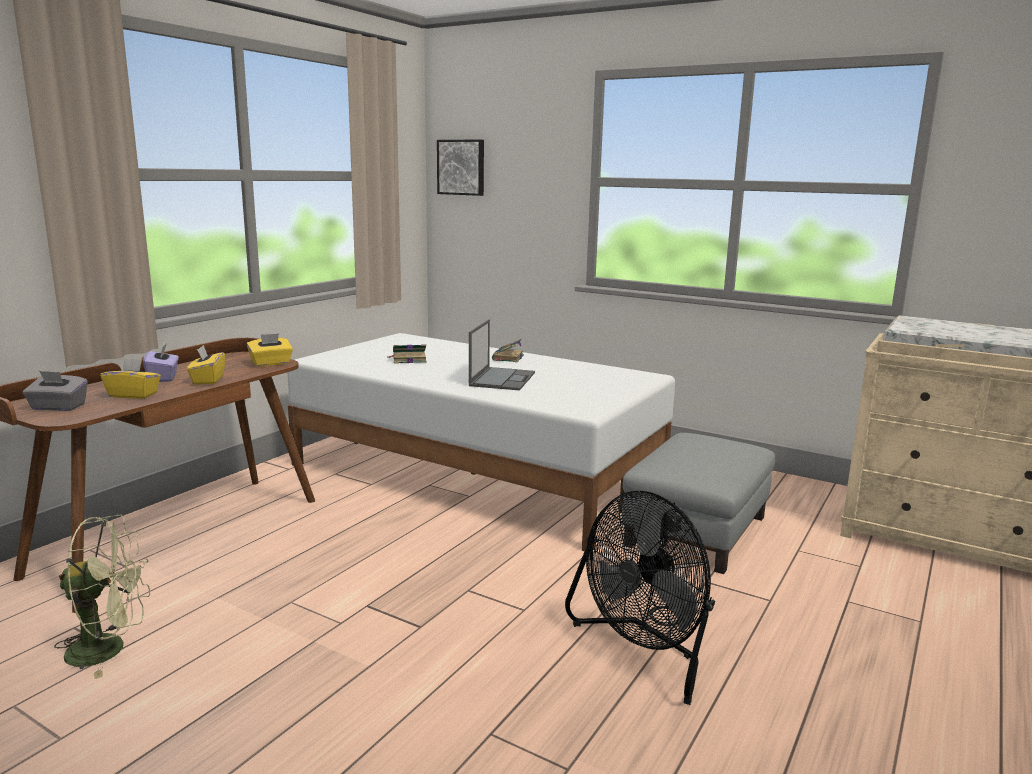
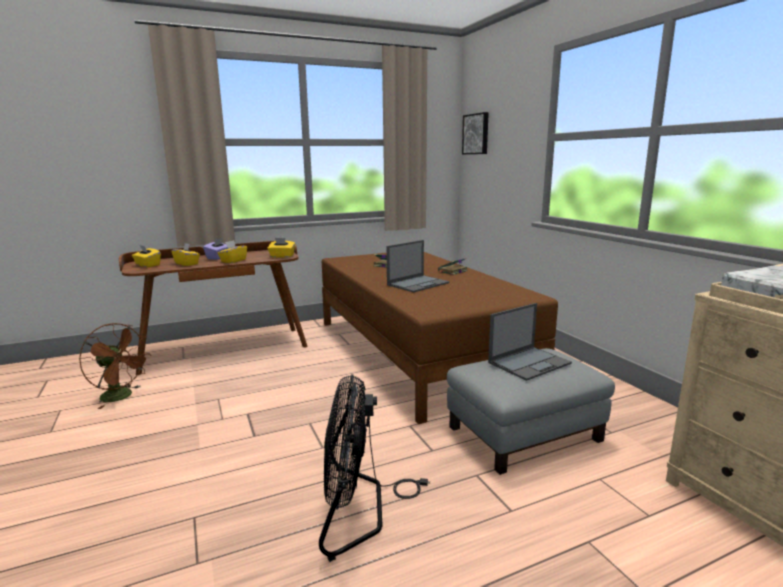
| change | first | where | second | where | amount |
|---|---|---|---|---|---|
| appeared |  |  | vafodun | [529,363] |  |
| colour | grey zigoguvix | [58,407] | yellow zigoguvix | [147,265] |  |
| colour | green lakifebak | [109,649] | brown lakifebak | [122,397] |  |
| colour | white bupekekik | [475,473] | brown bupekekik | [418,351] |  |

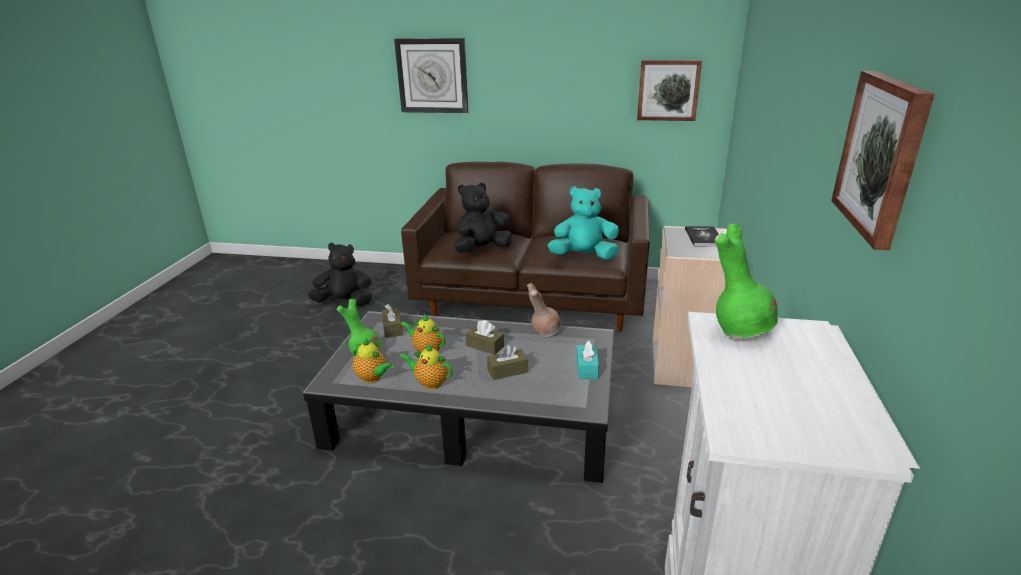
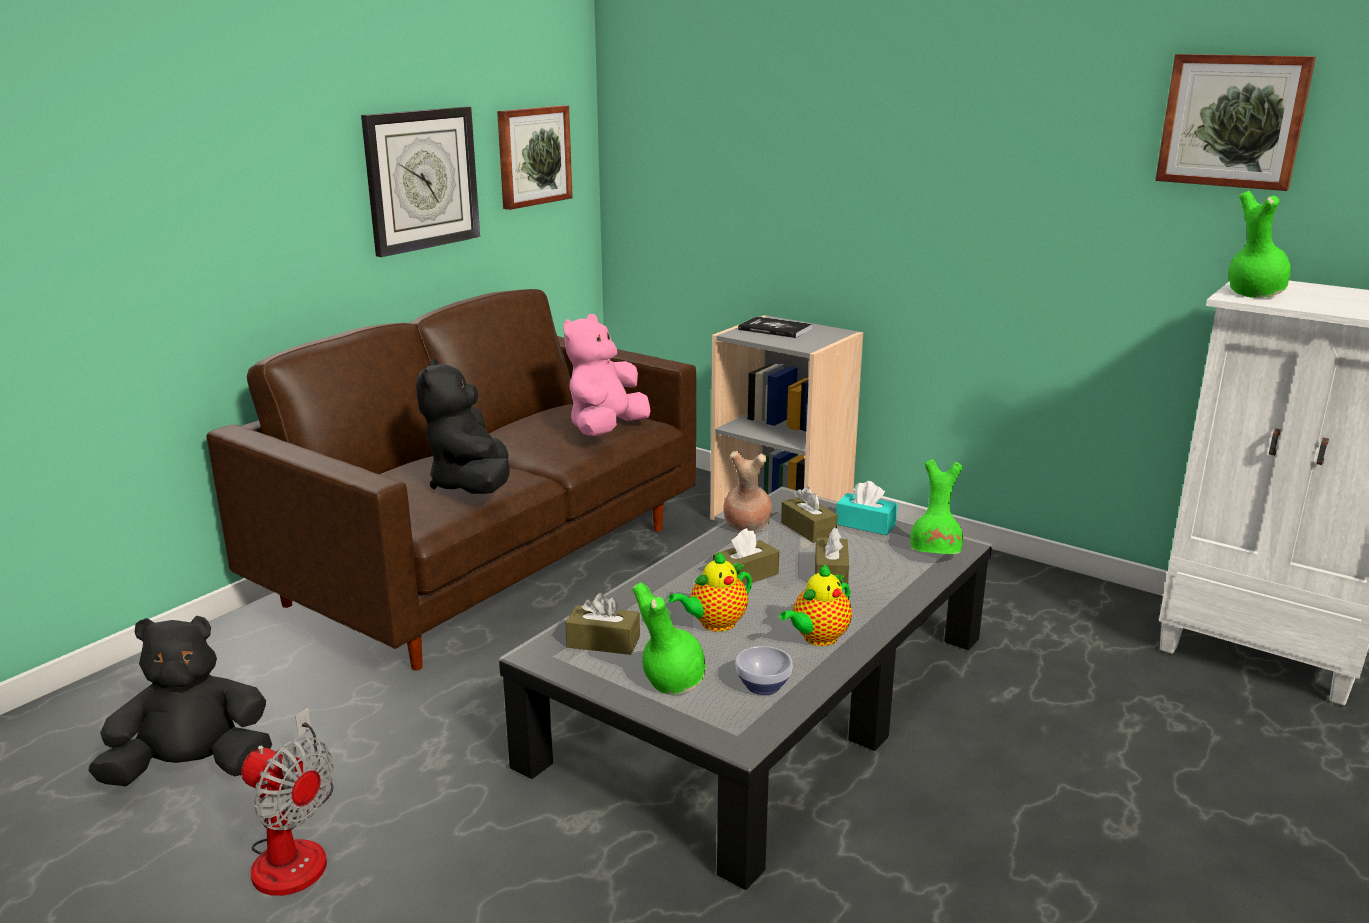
| change | first | where | second | where | amount |
|---|---|---|---|---|---|
| appeared |  |  | lakifebak | [294,849] |  |
| appeared |  |  | brown zigoguvix | [808,529] |  |
| appeared |  |  | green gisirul | [935,555] |  |
| relocated | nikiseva | [432,76] |  | [421,179] |  |
| exchanged | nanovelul | [373,378] | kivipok | [762,687] |  |
| colour | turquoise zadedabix | [583,256] | pink zadedabix | [606,430] |  |
| spun | black zadedabix | [345,302] |  | [193,769] | 45 degrees clockwise |

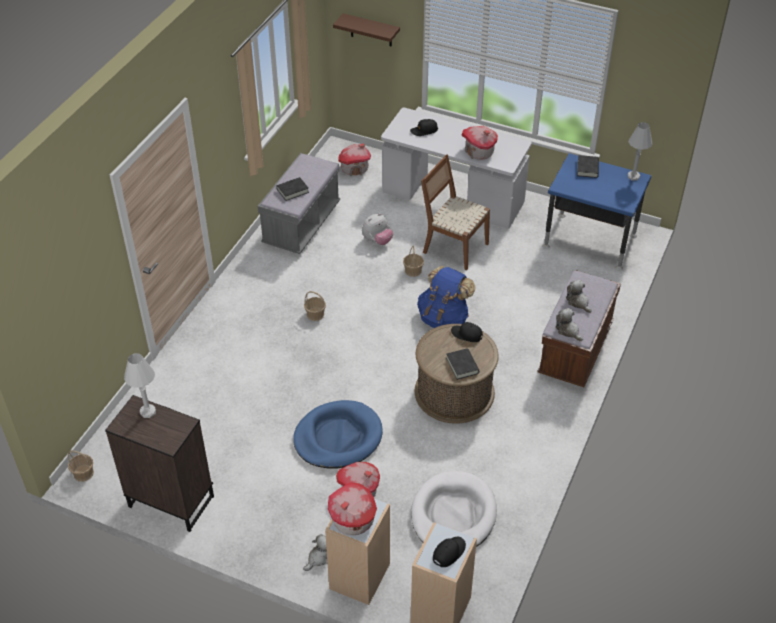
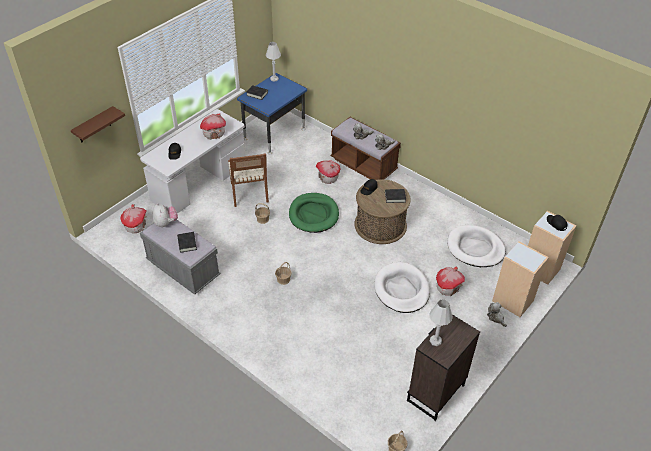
| change | first | where | second | where | amount |
|---|---|---|---|---|---|
| relocated | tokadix | [353,520] |  | [328,178] |  |
| relocated | zadedabix | [377,240] |  | [166,223] |  |
| exchanged | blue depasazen | [444,317] | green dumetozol | [313,214] |  |
| colour | blue dumetozol | [338,437] | white dumetozol | [401,289] |  |
| spun | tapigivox | [453,247] |  | [249,194] | 60 degrees counterclockwise |

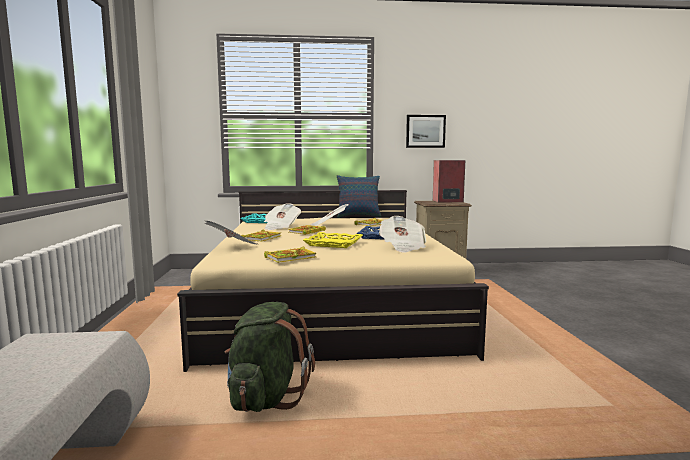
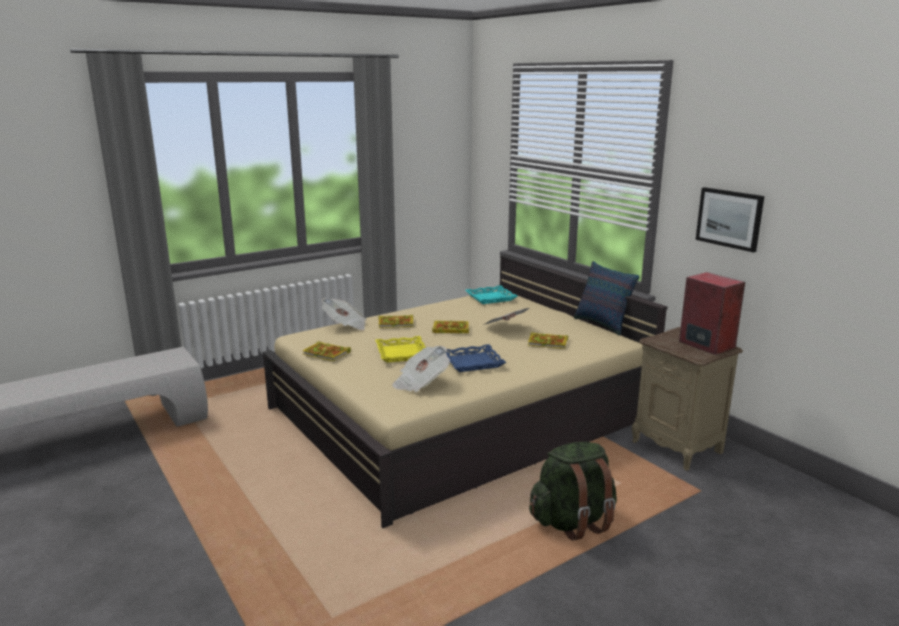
| change | first | where | second | where | amount |
|---|---|---|---|---|---|
| missing | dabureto | [281,227] |  |  |  |
| relocated | green depasazen | [266,397] |  | [572,521] |  |

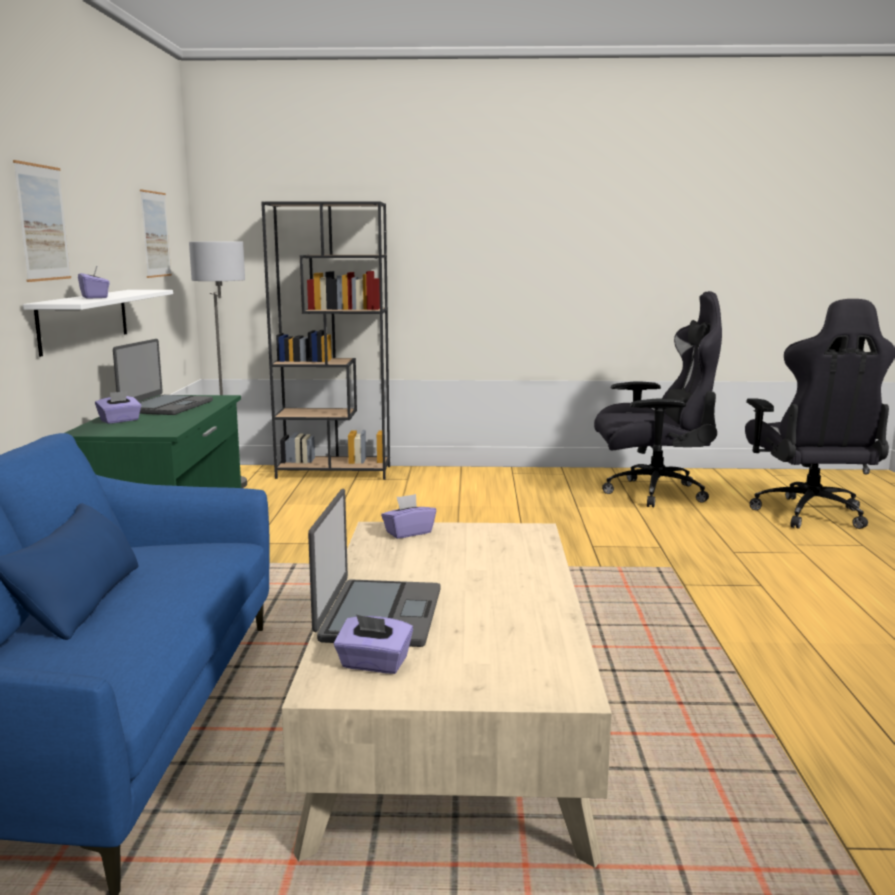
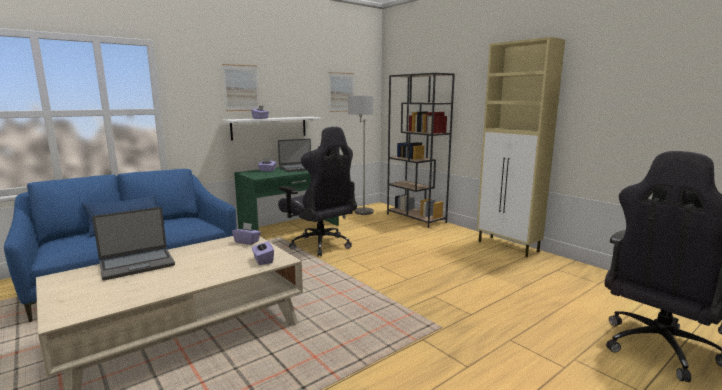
| change | first | where | second | where | amount |
|---|---|---|---|---|---|
| appeared |  |  | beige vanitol | [508,247] |  |
| relocated | purple zigoguvix | [374,664] |  | [263,260] |  |
| relocated | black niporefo | [648,493] |  | [318,244] |  |

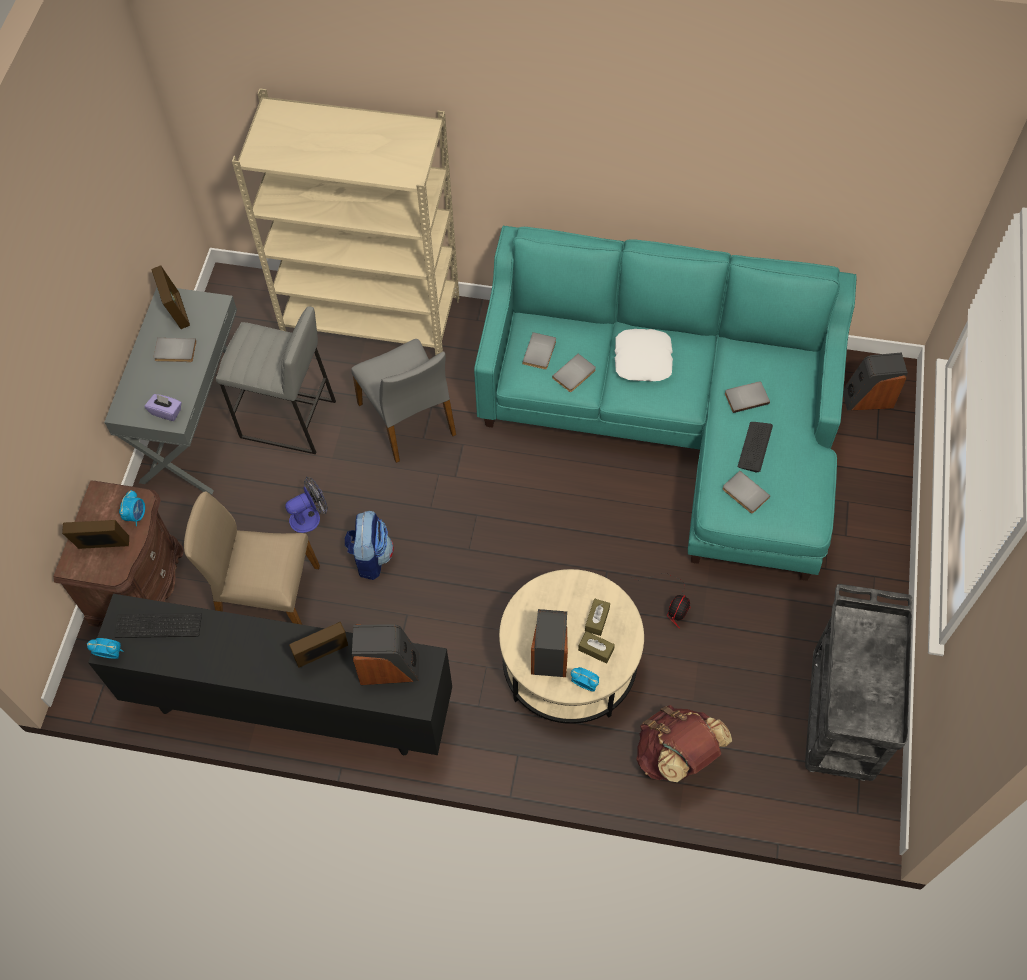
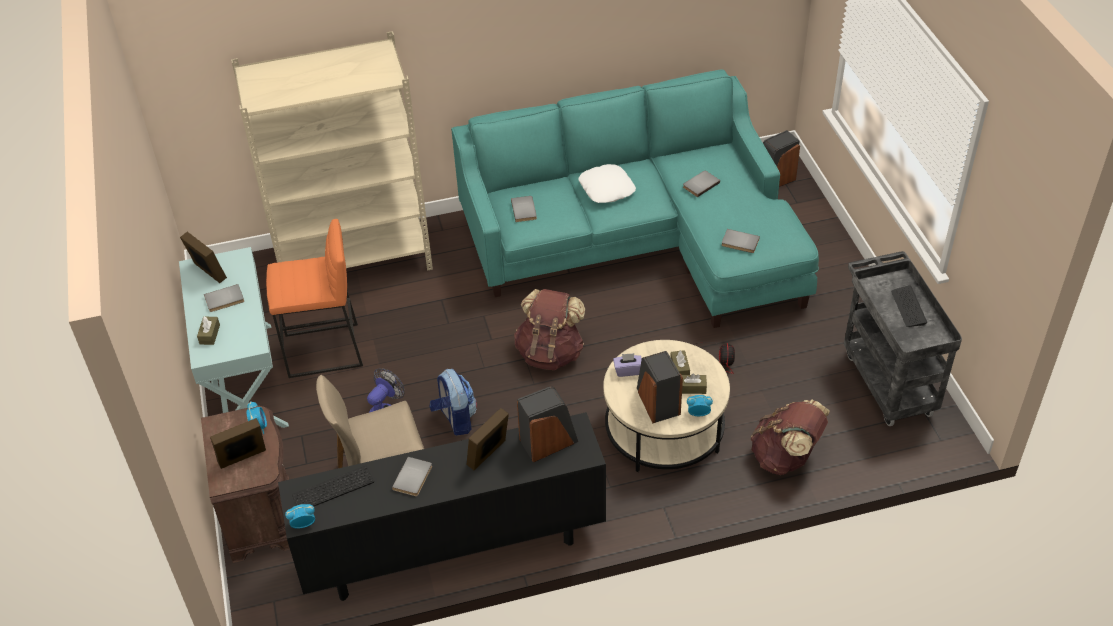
| change | first | where | second | where | amount |
|---|---|---|---|---|---|
| missing | grey tapigivox | [408,419] |  |  |  |
| appeared |  |  | brown zigoguvix | [209,334] |  |
| appeared |  |  | brown depasazen | [550,353] |  |
| relocated | purple zigoguvix | [166,412] |  | [628,370] |  |
| relocated | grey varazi | [575,375] |  | [414,478] |  |
| relocated | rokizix | [754,447] |  | [908,307] |  |
| colour | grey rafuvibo | [197,423] | turquoise rafuvibo | [243,381] |  |
| colour | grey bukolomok | [287,420] | orange bukolomok | [323,351] |  |

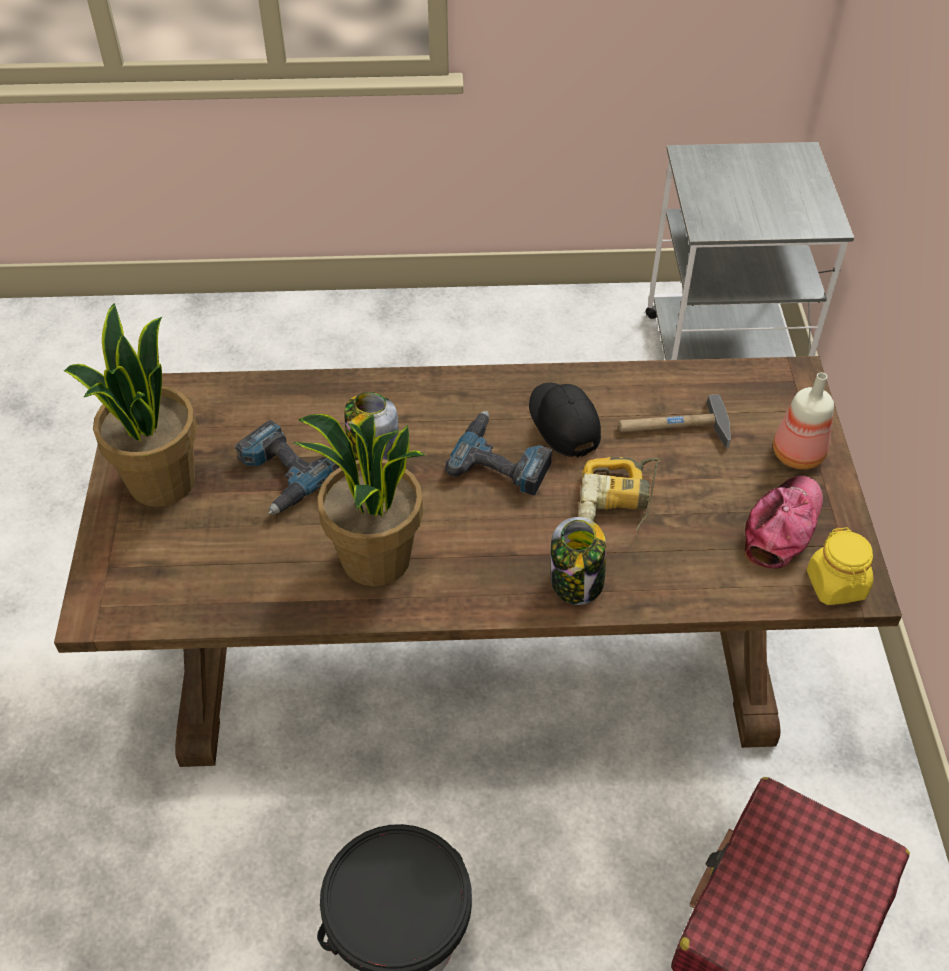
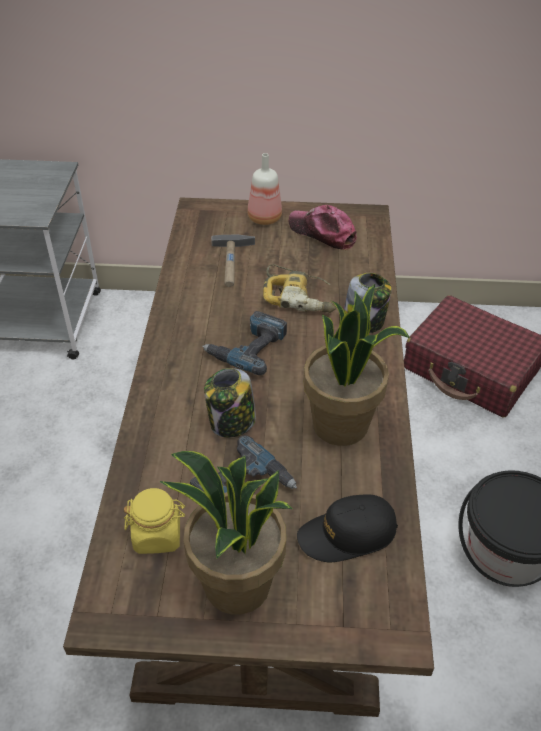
| change | first | where | second | where | amount |
|---|---|---|---|---|---|
| relocated | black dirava | [563,423] |  | [347,534] |  |
| relocated | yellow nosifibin | [836,585] |  | [157,535] |  |

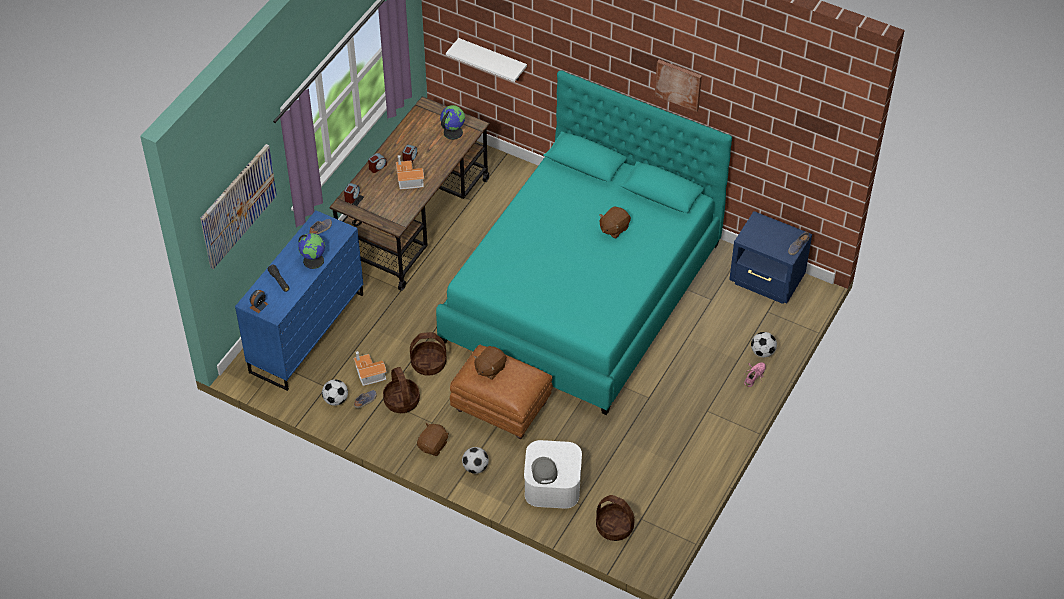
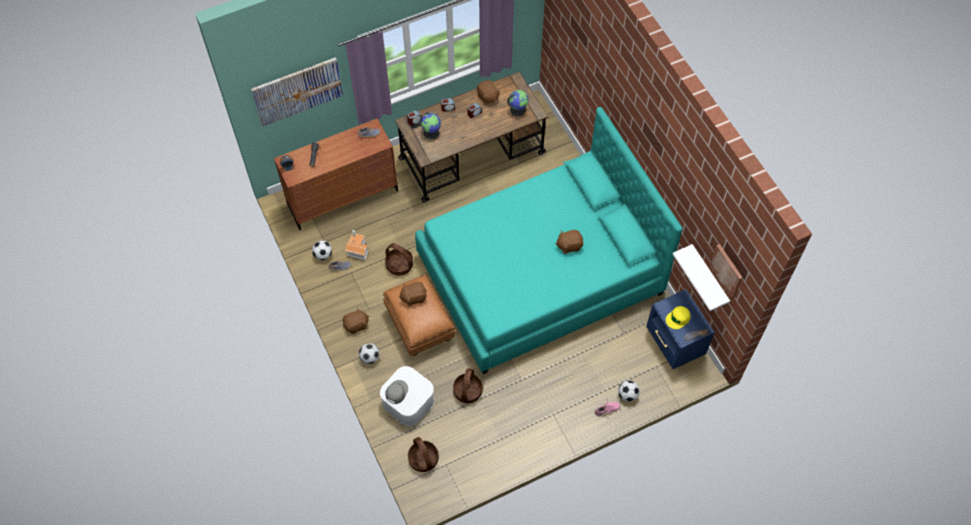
| change | first | where | second | where | amount |
|---|---|---|---|---|---|
| missing | tokadix | [408,179] |  |  |  |
| appeared |  |  | brown zadedabix | [487,97] |  |
| appeared |  |  | yellow dirava | [678,318] |  |
| relocated | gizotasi | [313,260] |  | [431,132] |  |
| relocated | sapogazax | [401,401] |  | [467,391] |  |
| relocated | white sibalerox | [492,60] |  | [709,277] |  |
| relocated | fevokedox | [678,84] |  | [727,271] |  |
| colour | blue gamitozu | [306,332] | brown gamitozu | [342,196] |  |

